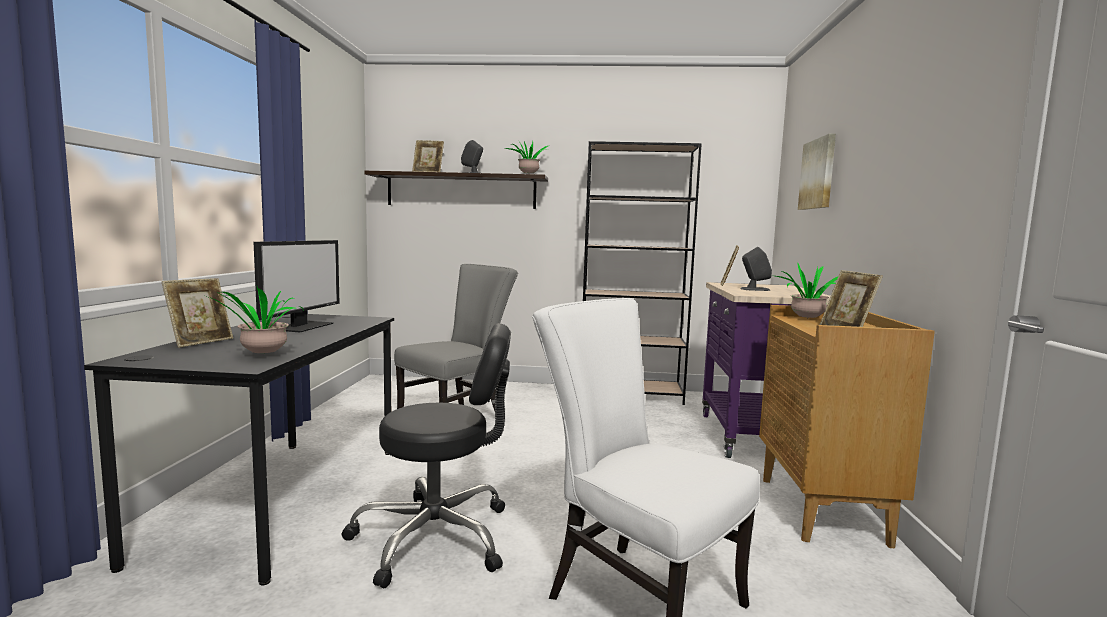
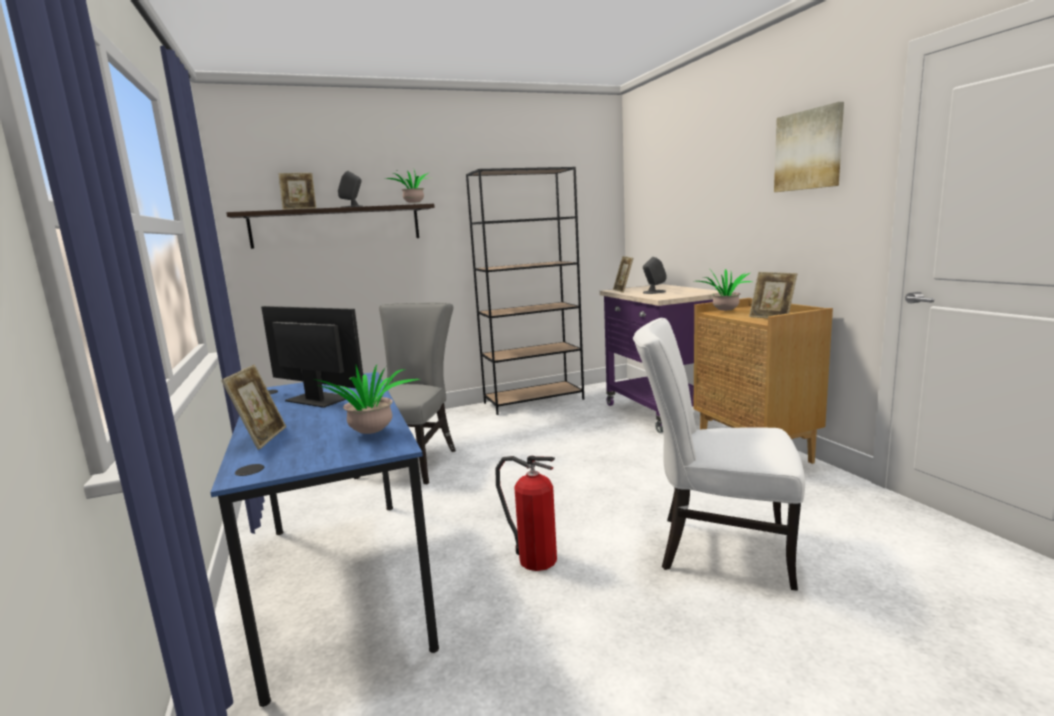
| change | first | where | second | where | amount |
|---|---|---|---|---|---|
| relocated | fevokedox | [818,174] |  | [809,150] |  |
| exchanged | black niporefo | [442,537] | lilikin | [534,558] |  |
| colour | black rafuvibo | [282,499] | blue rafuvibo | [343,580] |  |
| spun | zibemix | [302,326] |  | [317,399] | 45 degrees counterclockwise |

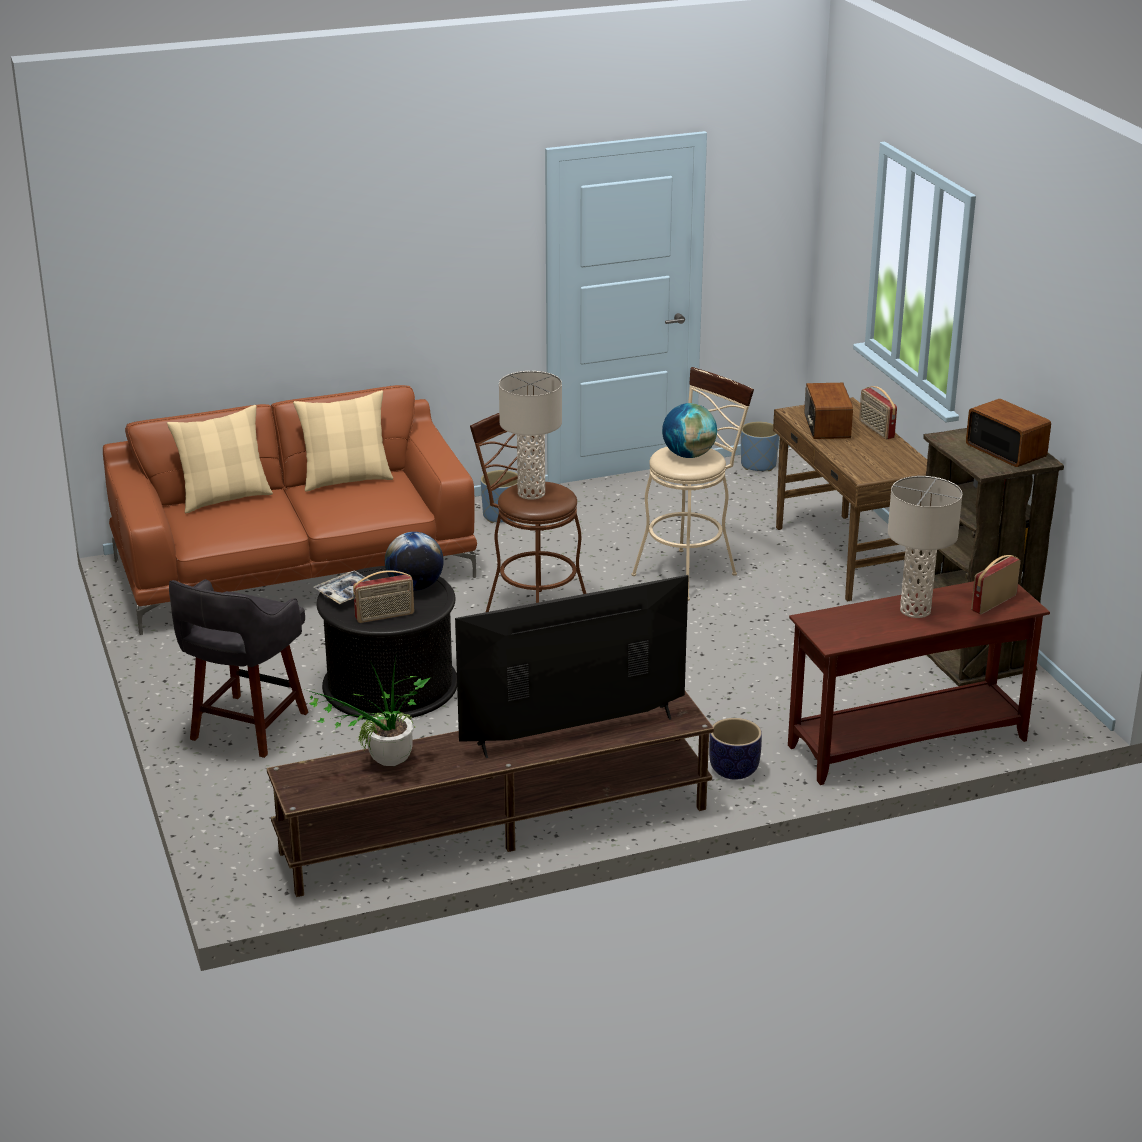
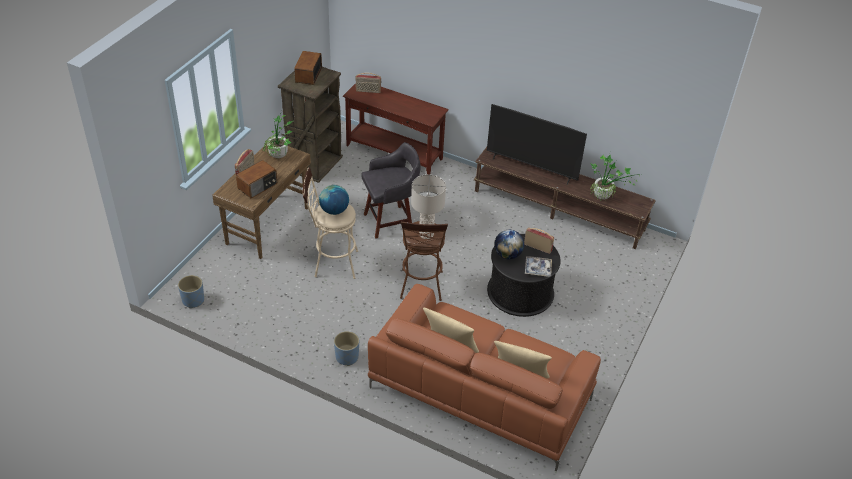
| change | first | where | second | where | amount |
|---|---|---|---|---|---|
| missing | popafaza | [733,770] |  |  |  |
| missing | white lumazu | [914,610] |  |  |  |
| appeared |  |  | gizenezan | [279,158] |  |
| relocated | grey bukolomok | [246,729] |  | [390,221] |  |

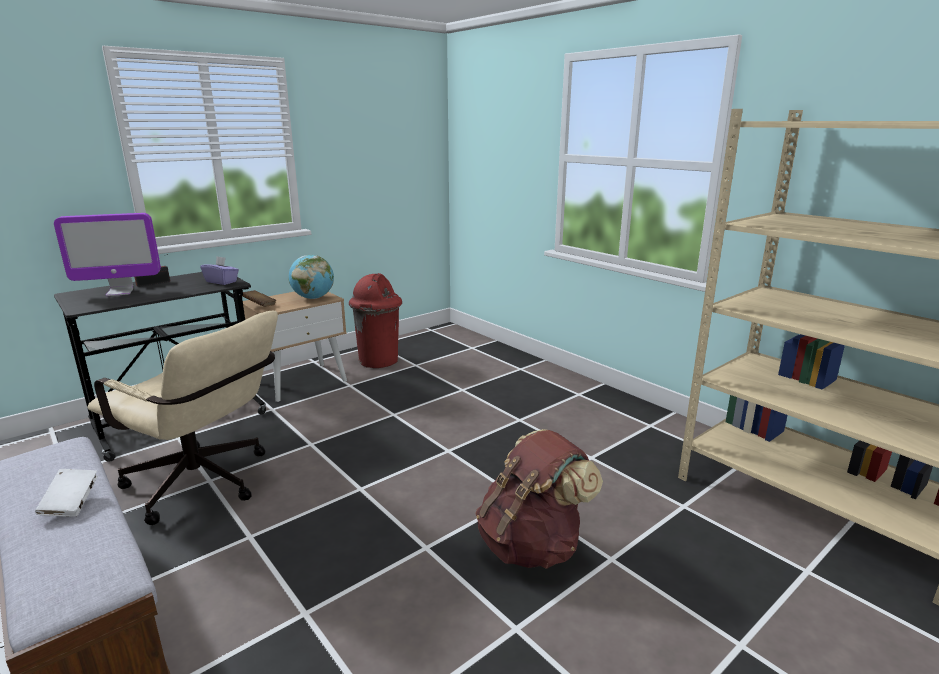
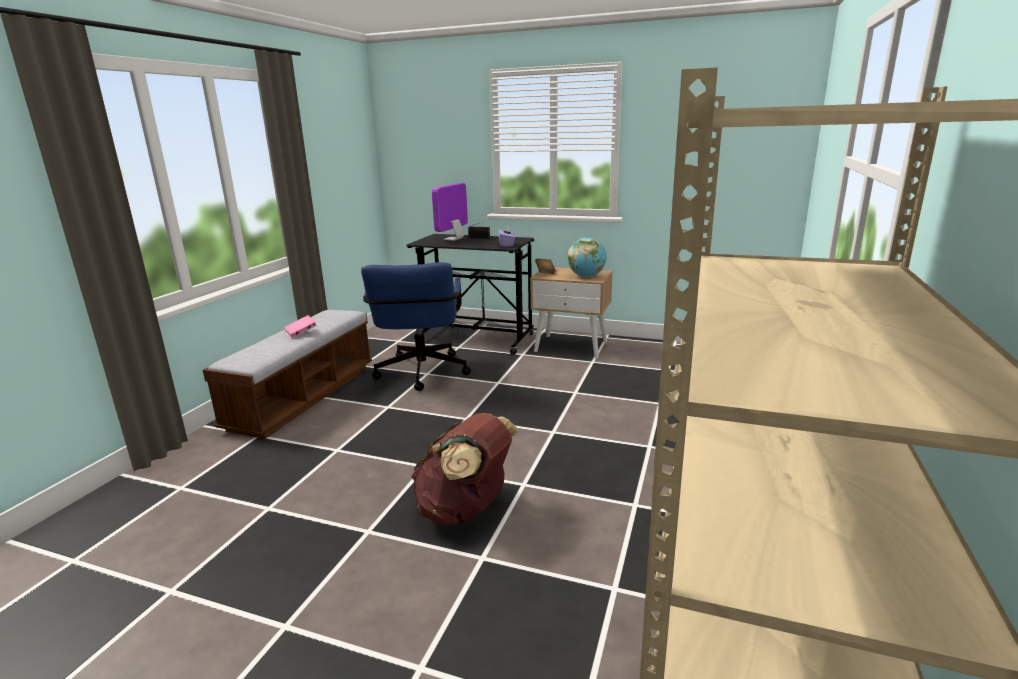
| change | first | where | second | where | amount |
|---|---|---|---|---|---|
| missing | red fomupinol | [379,361] |  |  |  |
| colour | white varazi | [71,504] | pink varazi | [301,333] |  |
| colour | beige niporefo | [206,485] | blue niporefo | [421,375] |  |
| spun | zibemix | [120,292] |  | [453,239] | 75 degrees clockwise |

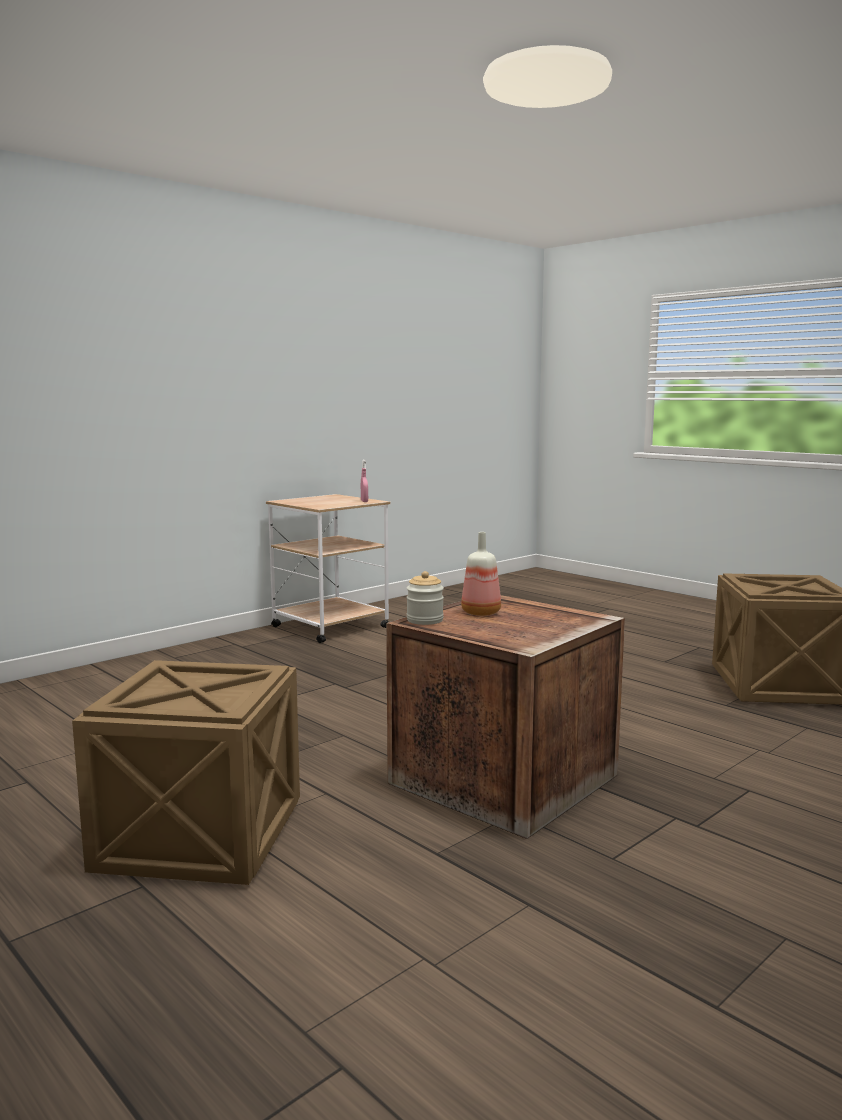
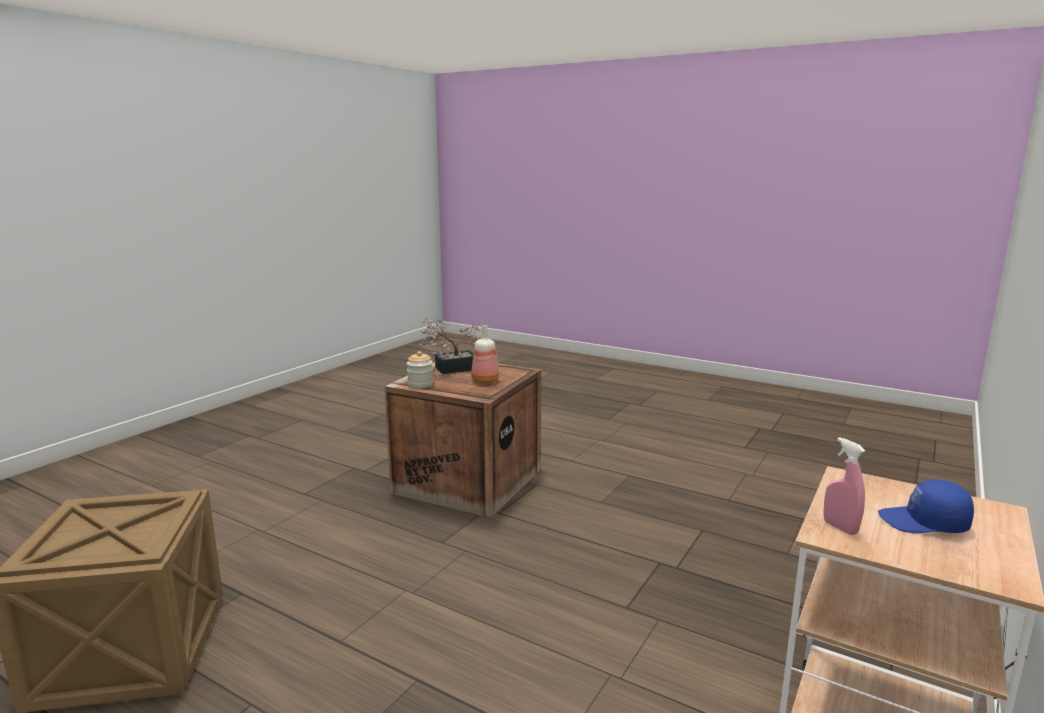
| change | first | where | second | where | amount |
|---|---|---|---|---|---|
| missing | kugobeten | [200,837] |  |  |  |
| appeared |  |  | gizenezan | [451,369] |  |
| appeared |  |  | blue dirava | [923,523] |  |
| relocated | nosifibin | [425,620] |  | [420,384] |  |

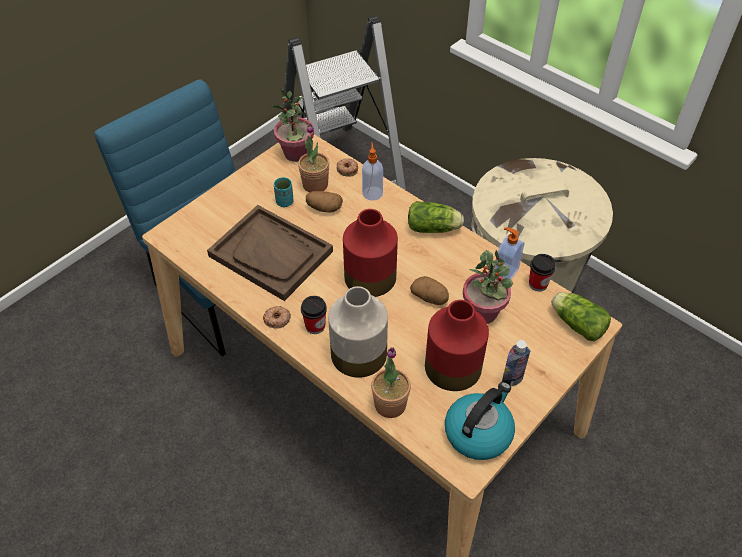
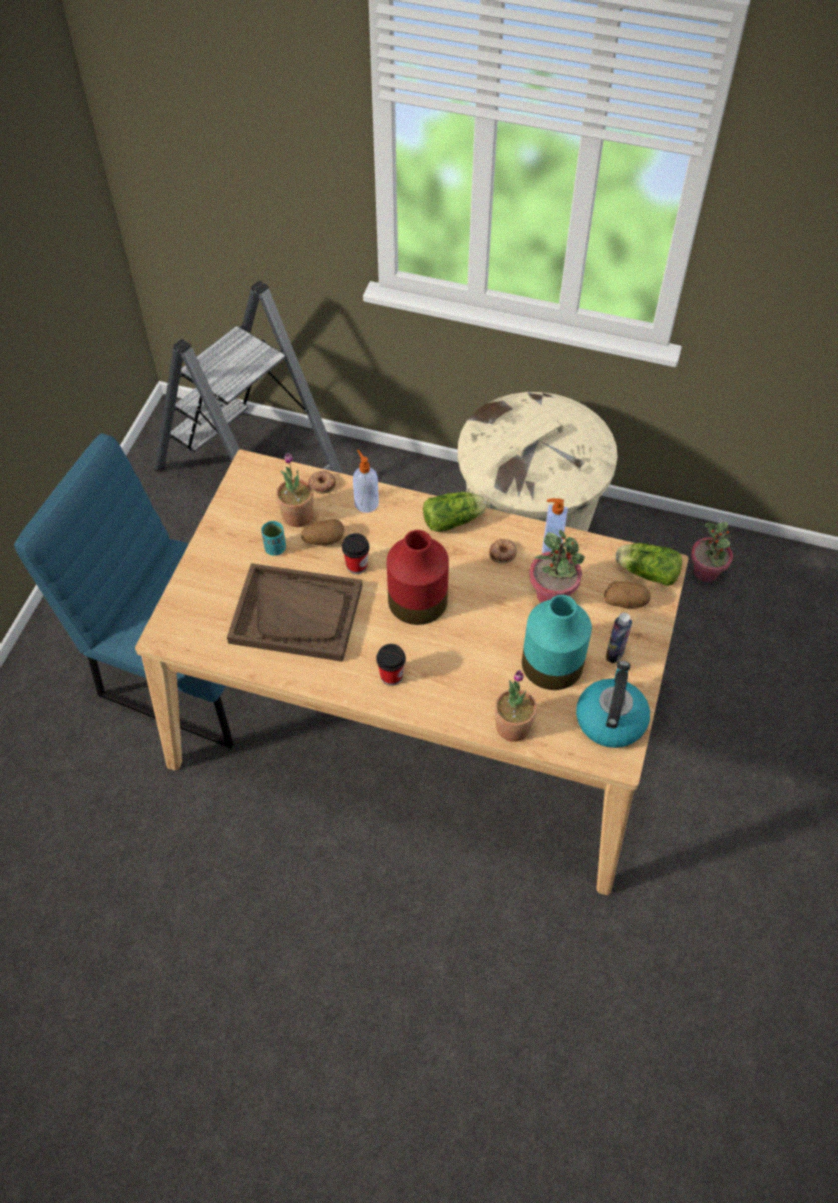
| change | first | where | second | where | amount |
|---|---|---|---|---|---|
| missing | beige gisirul | [359,354] |  |  |  |
| relocated | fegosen | [277,319] |  | [503,553] |  |
| relocated | gizenezan | [296,154] |  | [705,572] |  |
| relocated | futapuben | [430,298] |  | [625,602] |  |
| relocated | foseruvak | [538,284] |  | [357,565] |  |
| colour | red gisirul | [453,367] | turquoise gisirul | [553,663] |  |

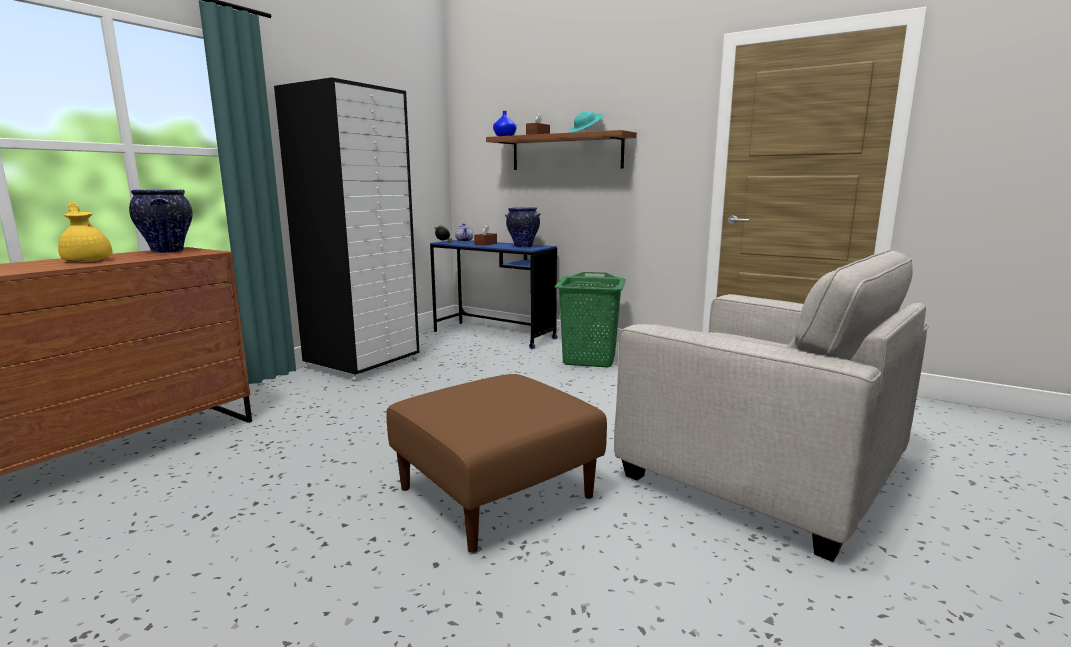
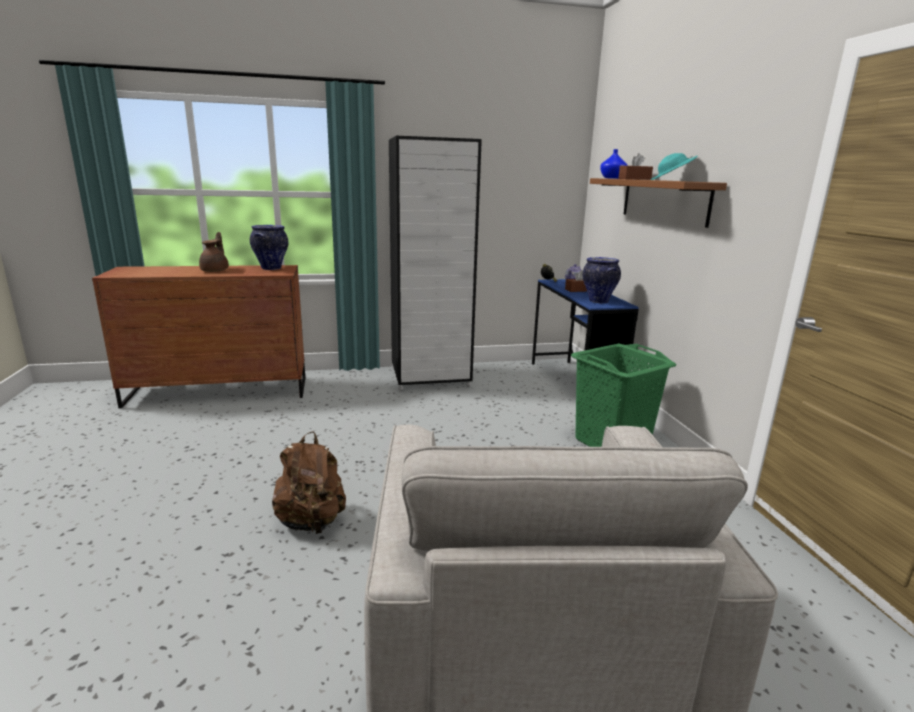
| change | first | where | second | where | amount |
|---|---|---|---|---|---|
| exchanged | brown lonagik | [496,491] | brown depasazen | [311,522] |  |
| colour | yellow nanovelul | [88,260] | brown nanovelul | [216,270] |  |

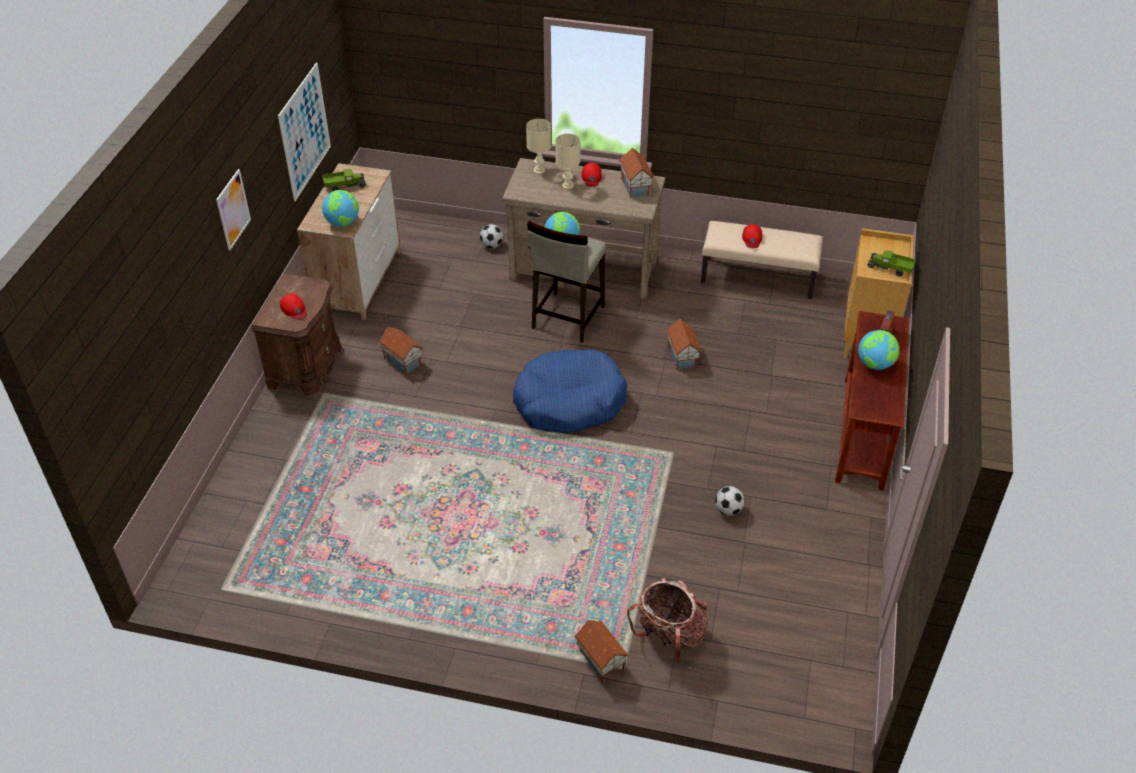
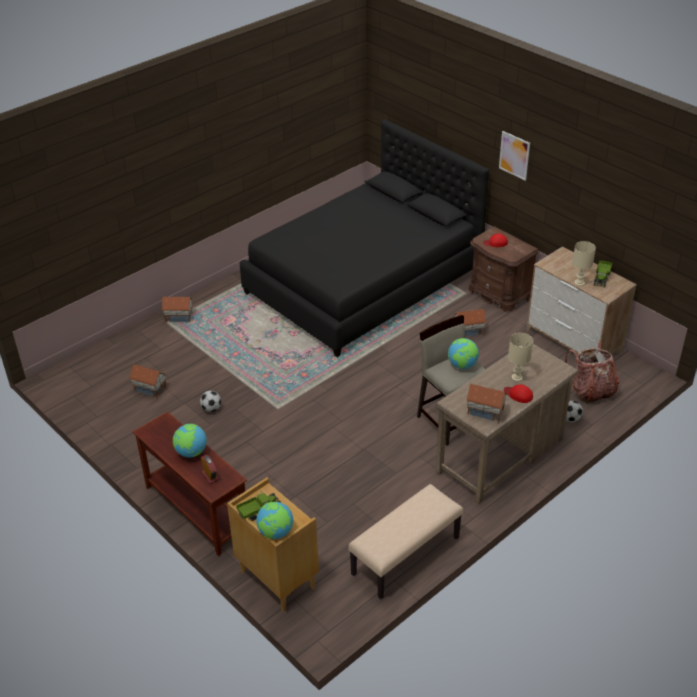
| change | first | where | second | where | amount |
|---|---|---|---|---|---|
| missing | fevokedox | [305,131] |  |  |  |
| missing | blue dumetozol | [569,402] |  |  |  |
| missing | red dirava | [752,238] |  |  |  |
| appeared |  |  | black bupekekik | [364,282] |  |
| relocated | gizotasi | [343,223] |  | [276,532] |  |
| relocated | beige lumazu | [538,170] |  | [579,283] |  |
| relocated | depasazen | [669,635] |  | [591,391] |  |
| relocated | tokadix | [683,356] |  | [149,390] |  |

